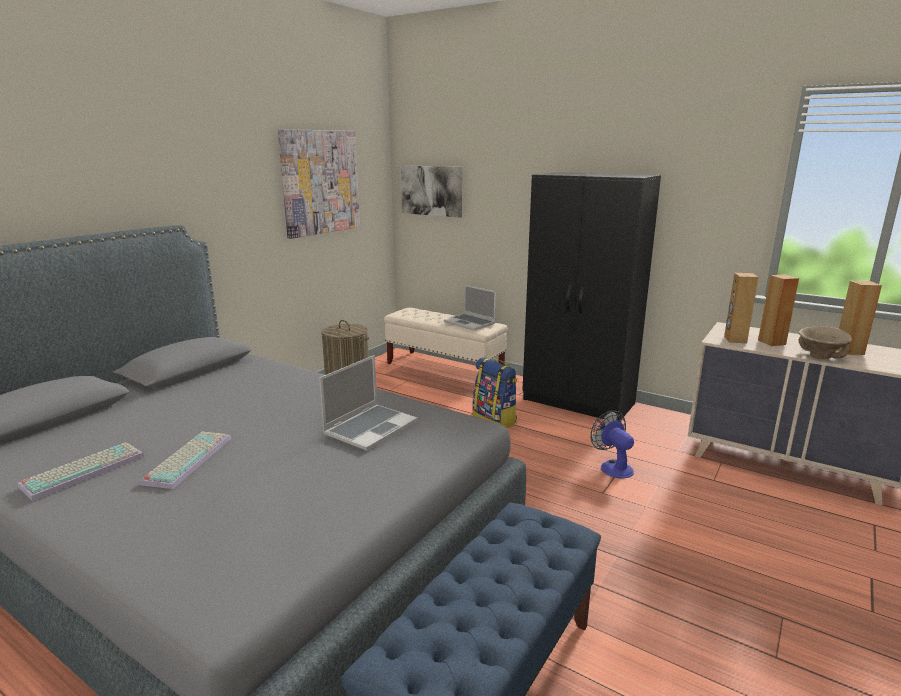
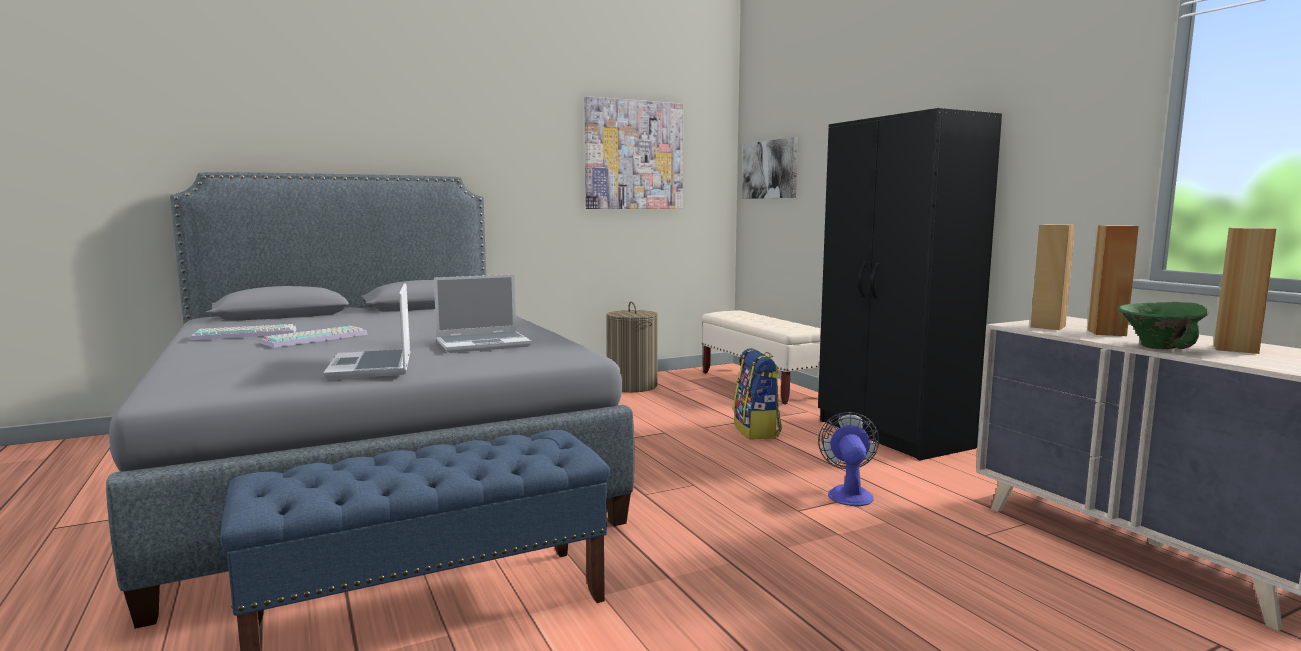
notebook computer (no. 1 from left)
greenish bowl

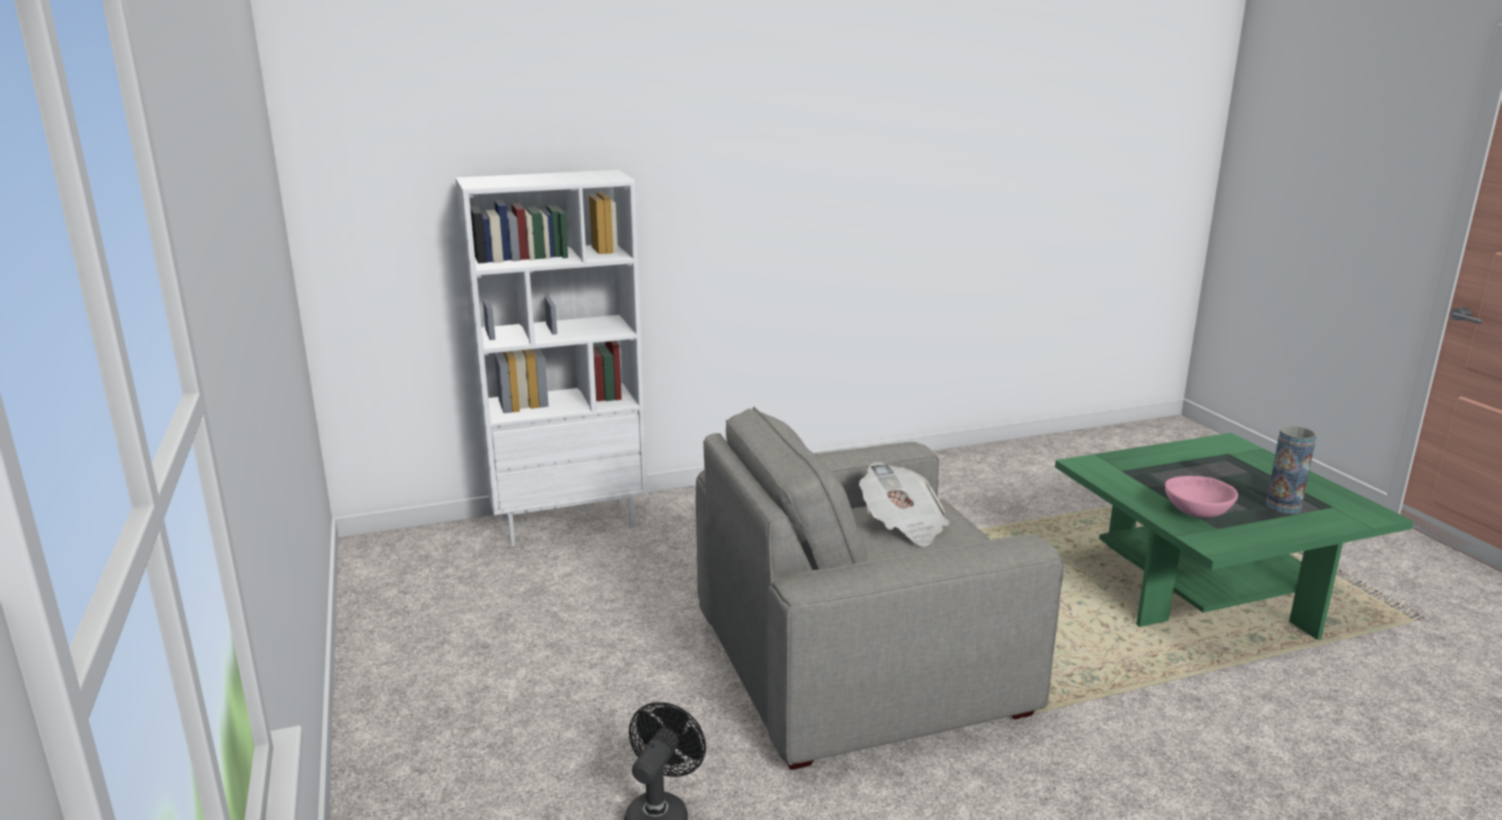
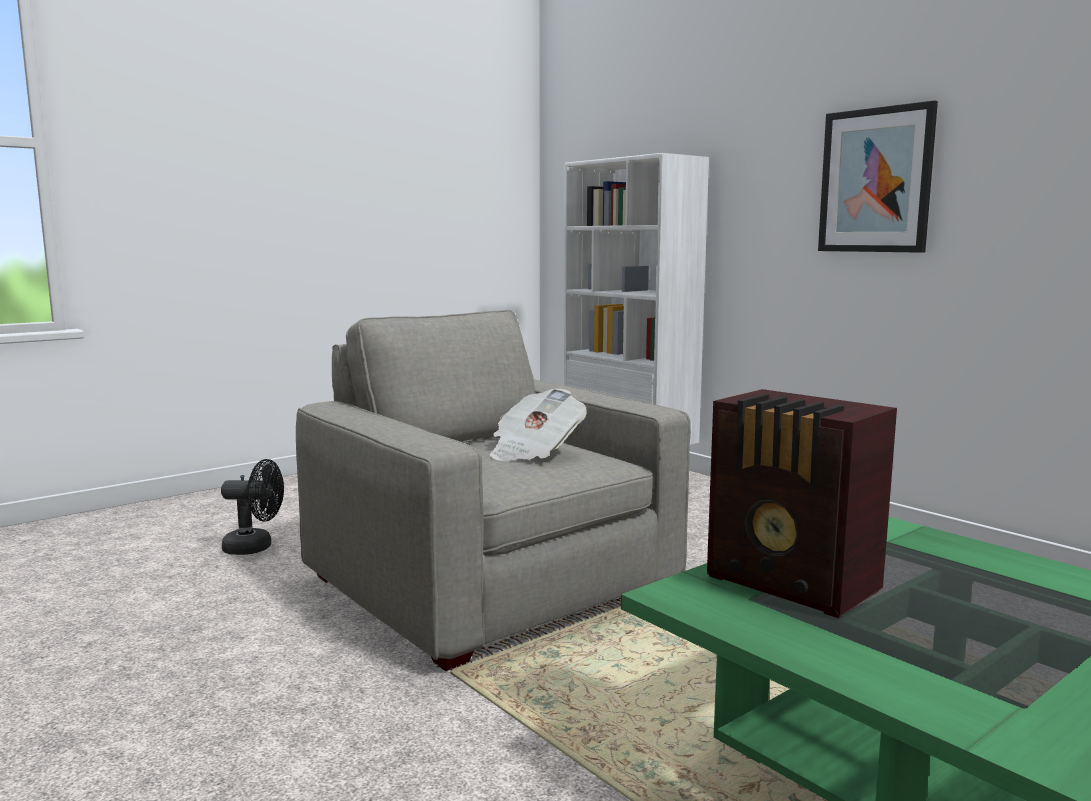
flower vase
wall art
radio set

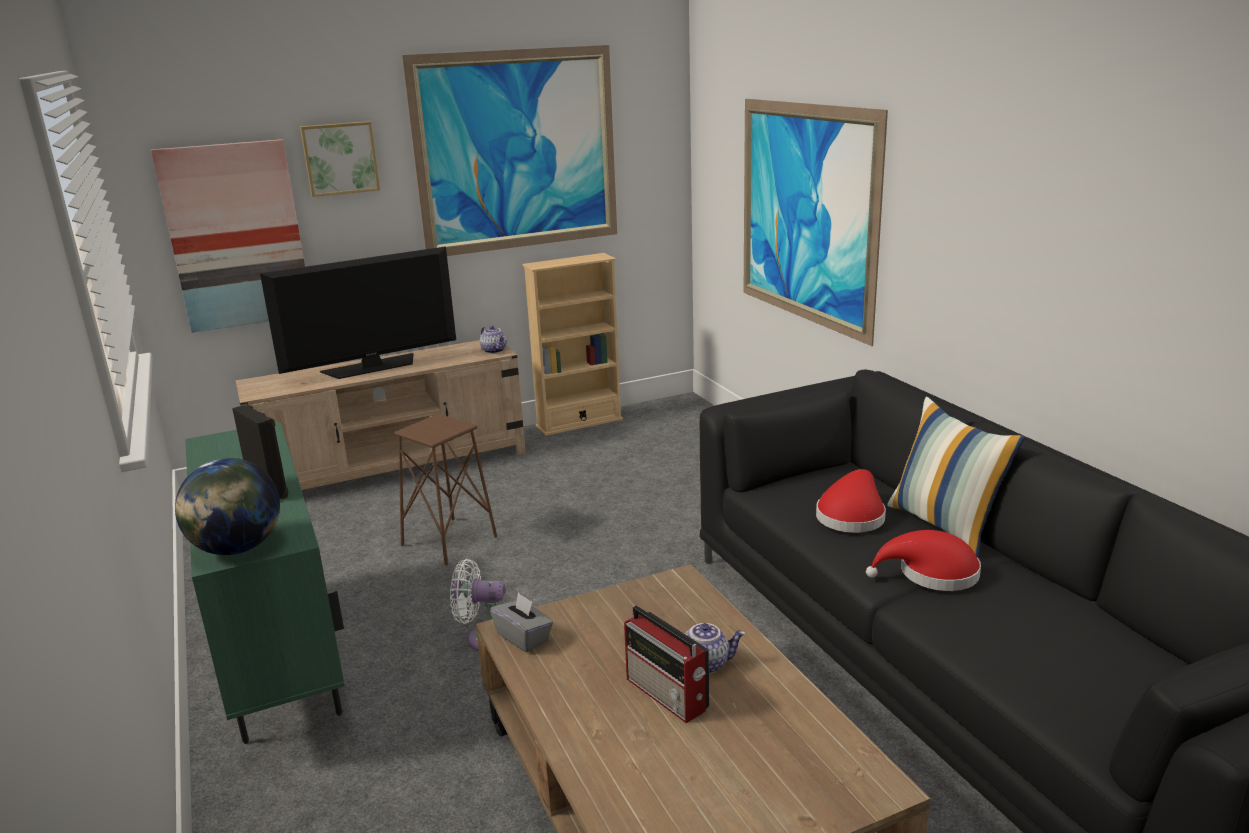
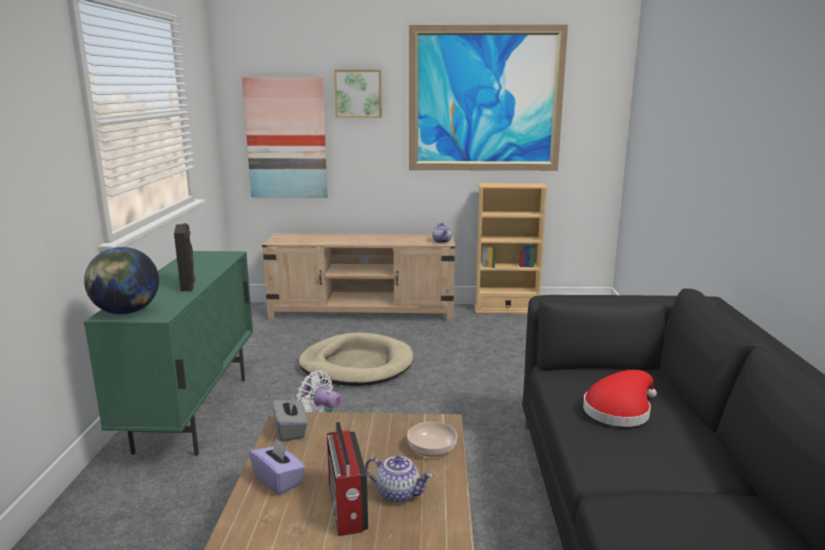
TV set
wall art (no. 4 from left in the first image)
red-coloured hat (no. 2 from left in the first image)
cushion
purple box of tissues
bowl
beige-coloured dog cushion

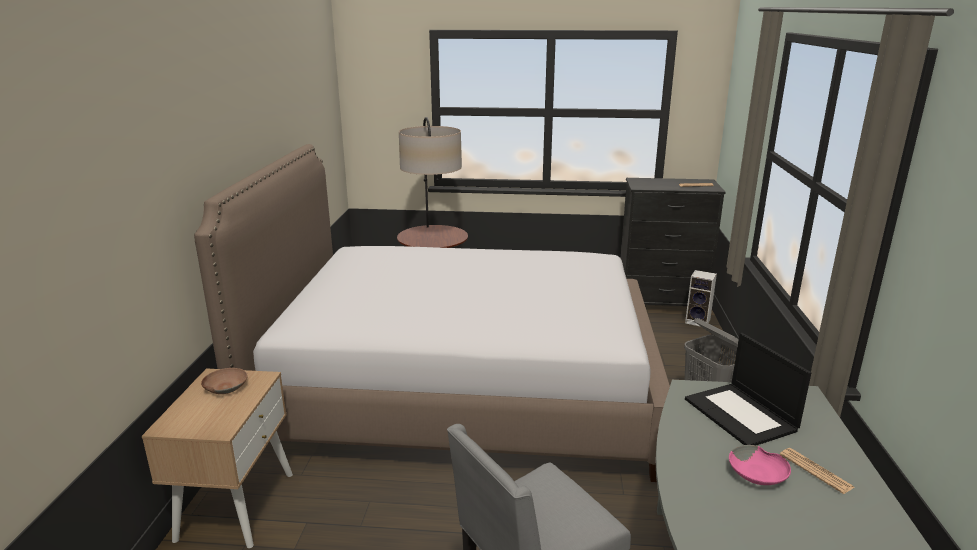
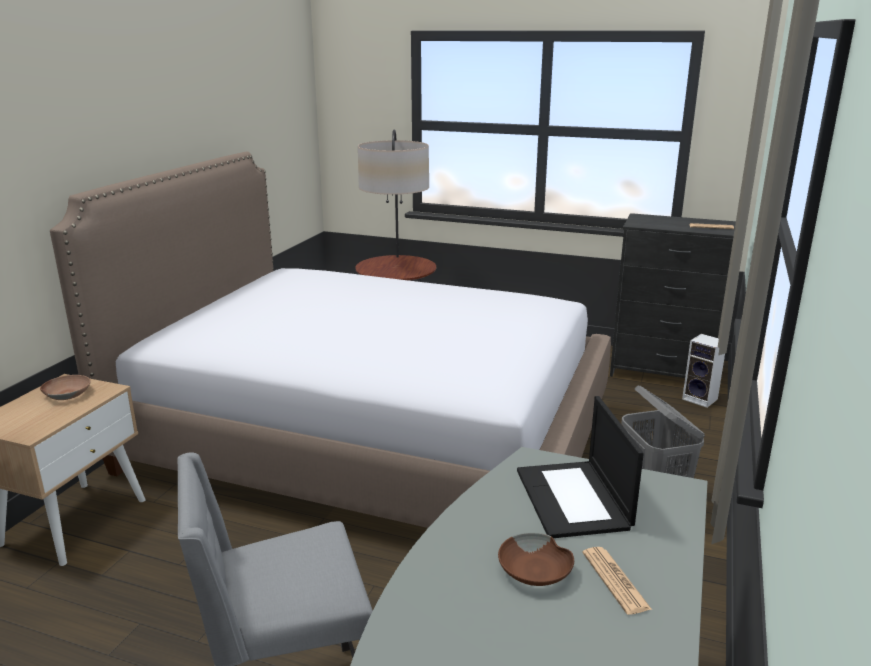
brownish bowl (no. 2 from left)

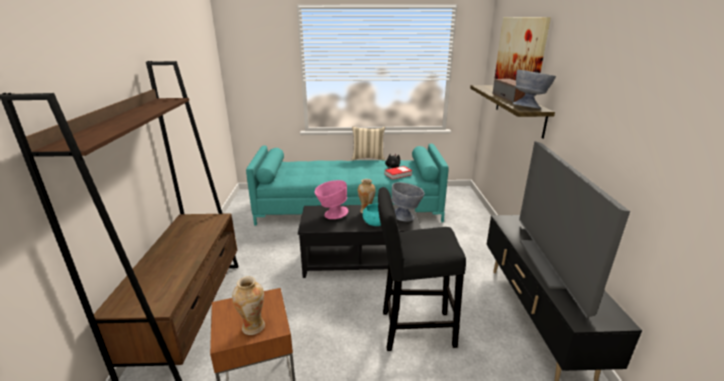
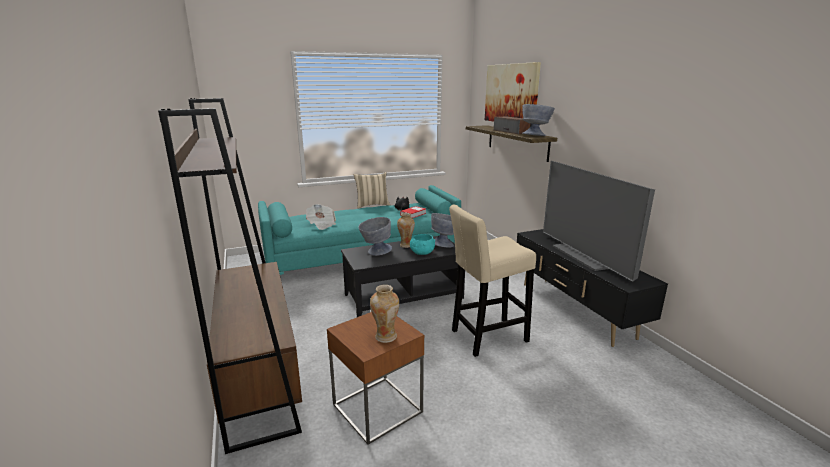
daily paper
greyish bowl (no. 1 from left)
beige-coloured sitting stool

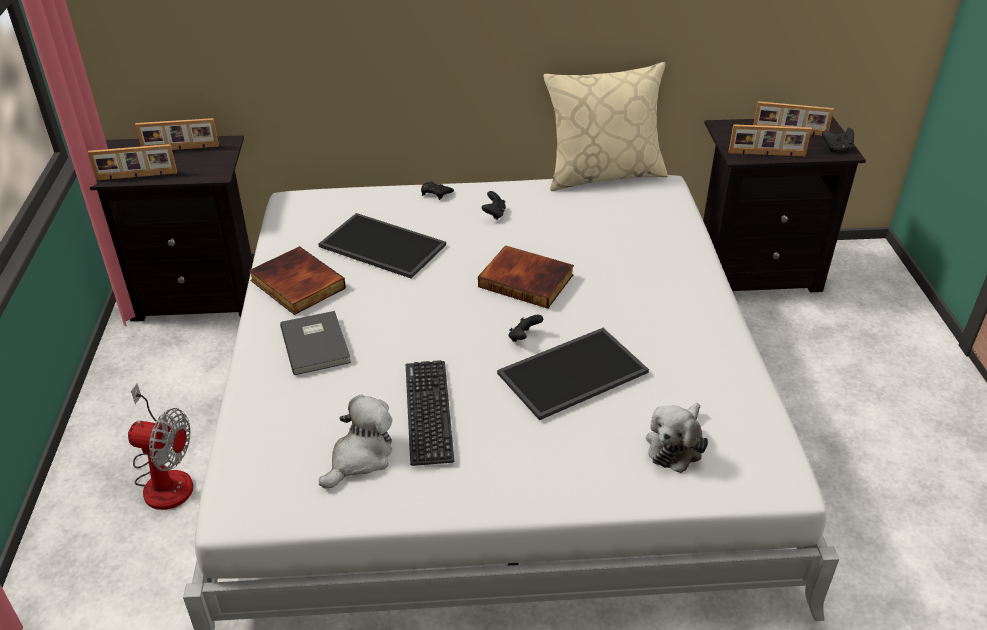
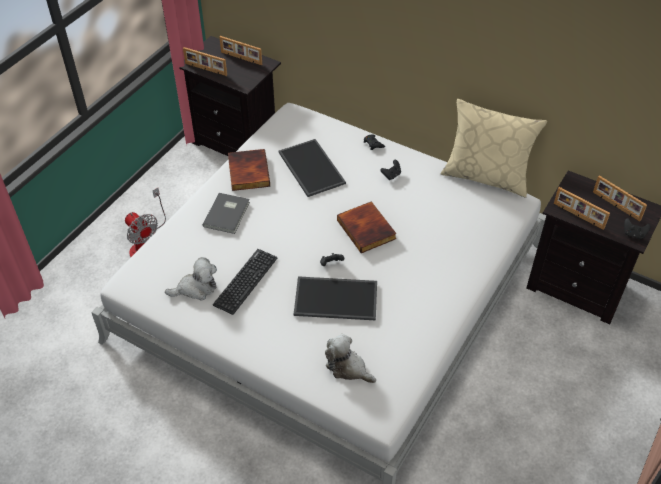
plush toy (no. 2 from left)

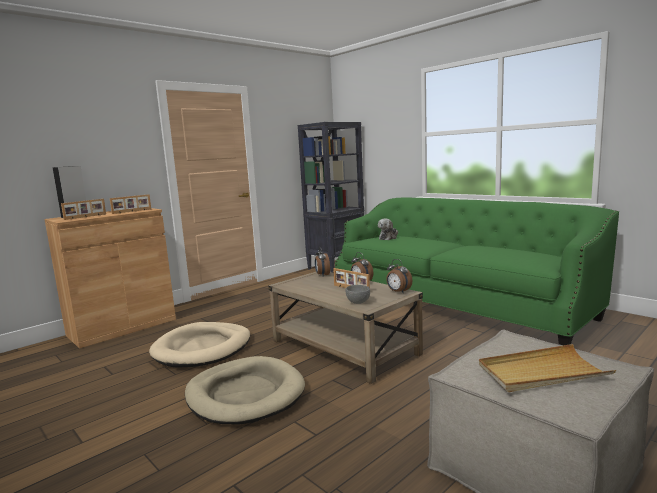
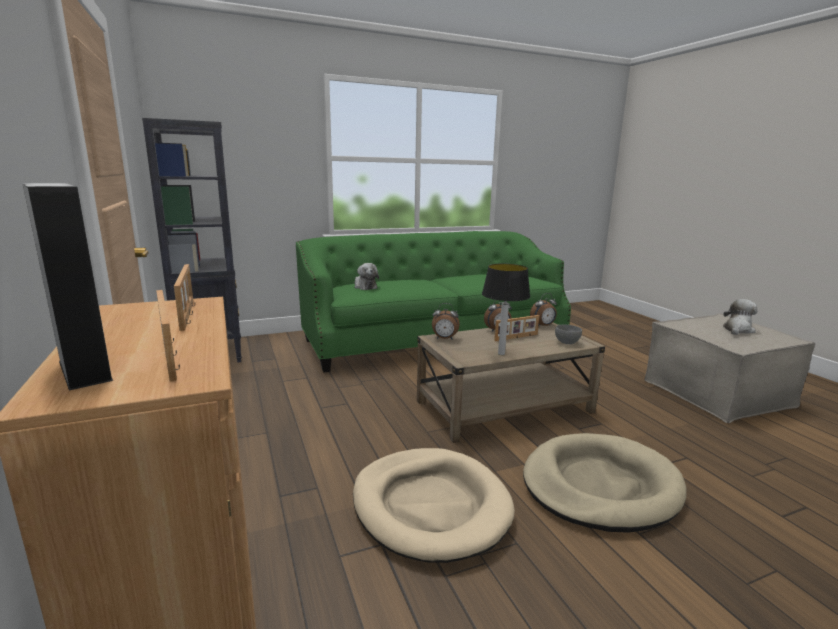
tabletop lamp
plush toy (no. 2 from left)

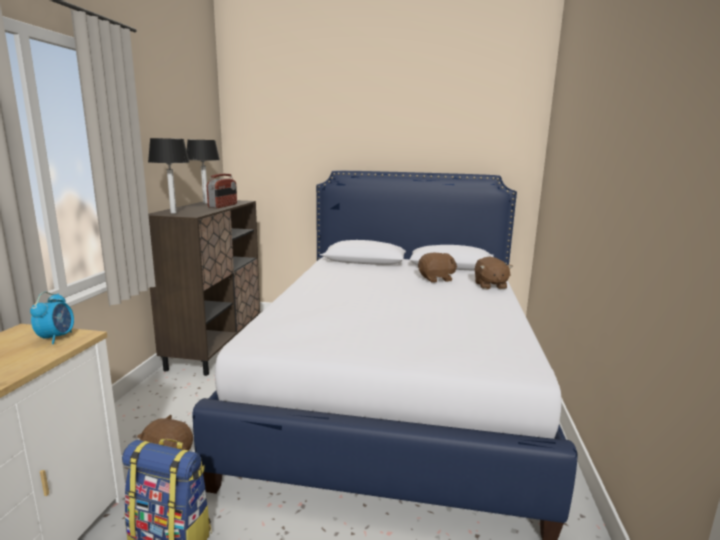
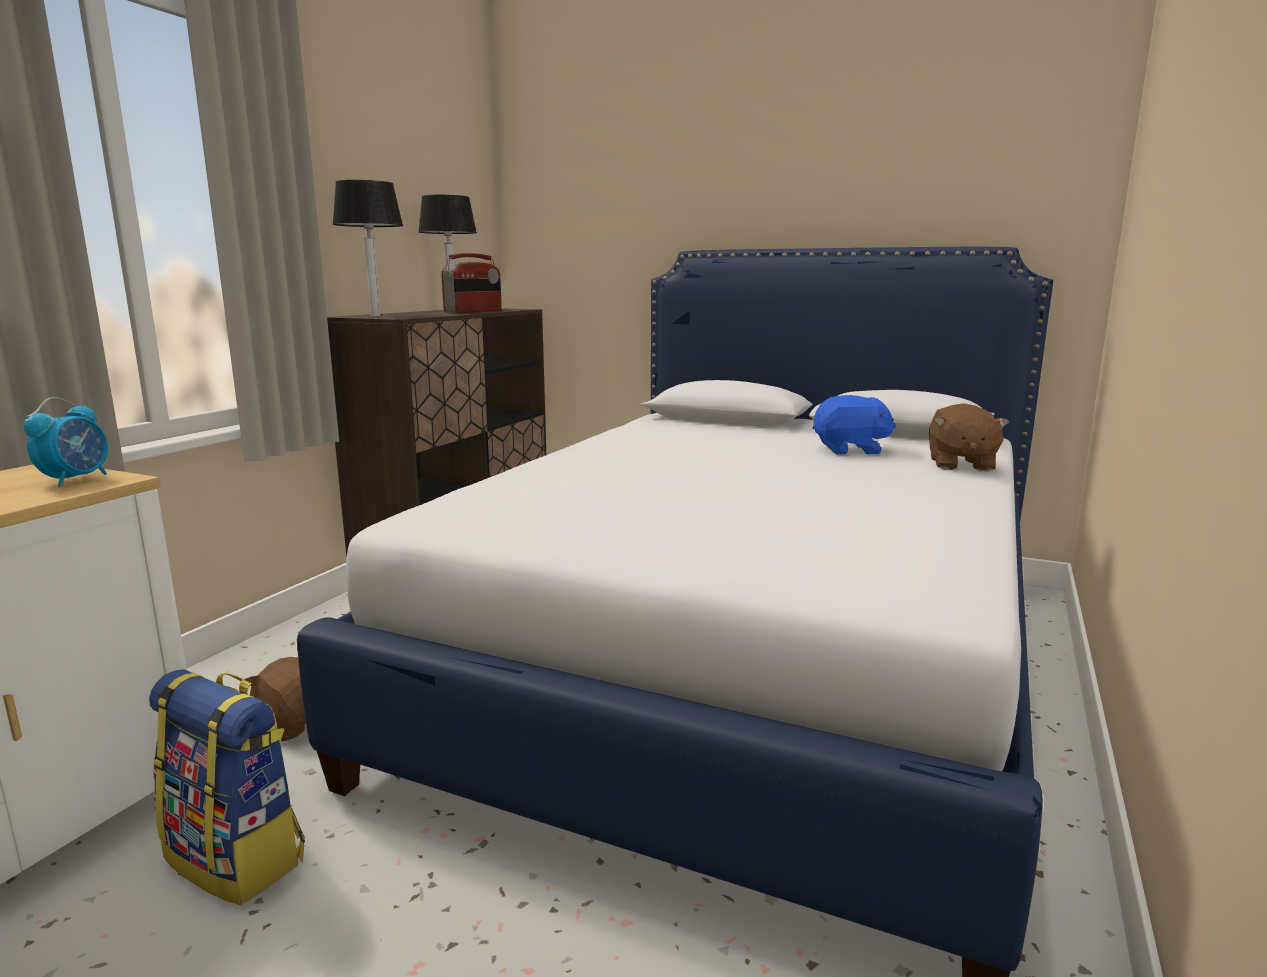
blue plush toy

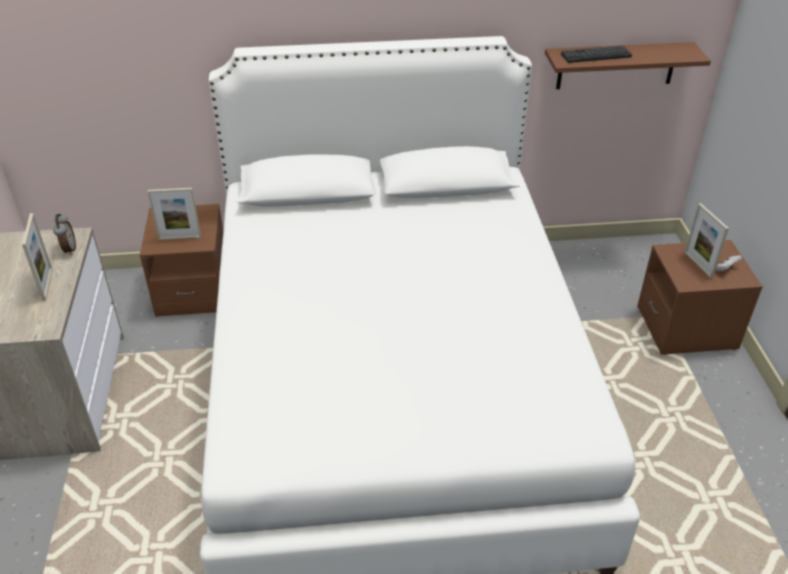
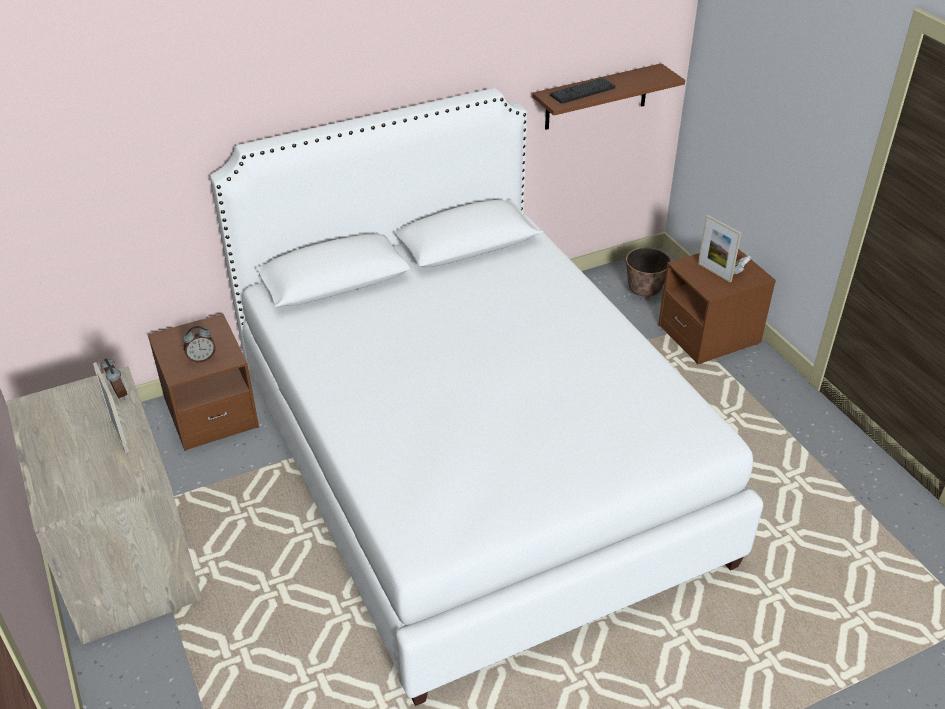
plant pot
bedside clock (no. 2 from left)

